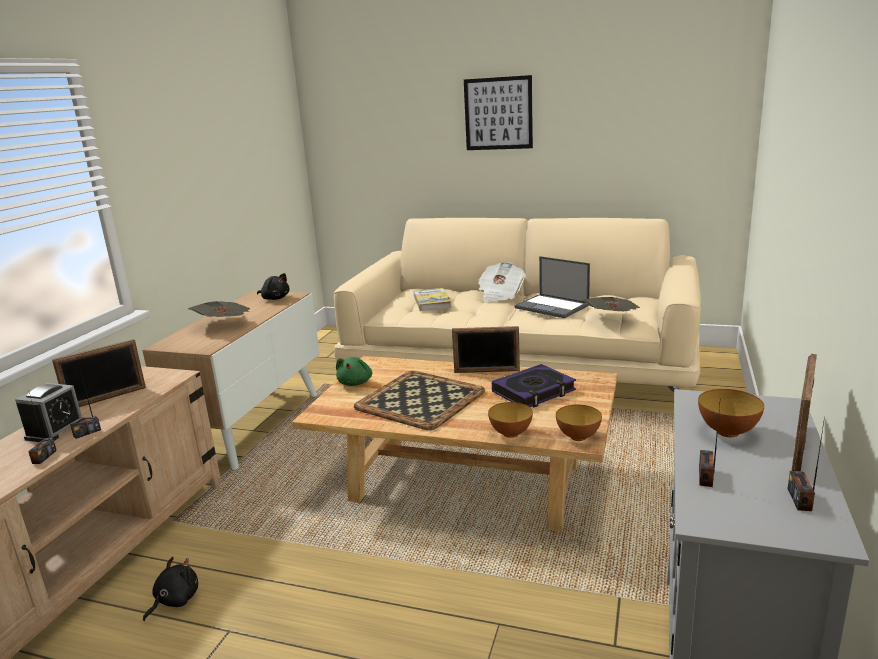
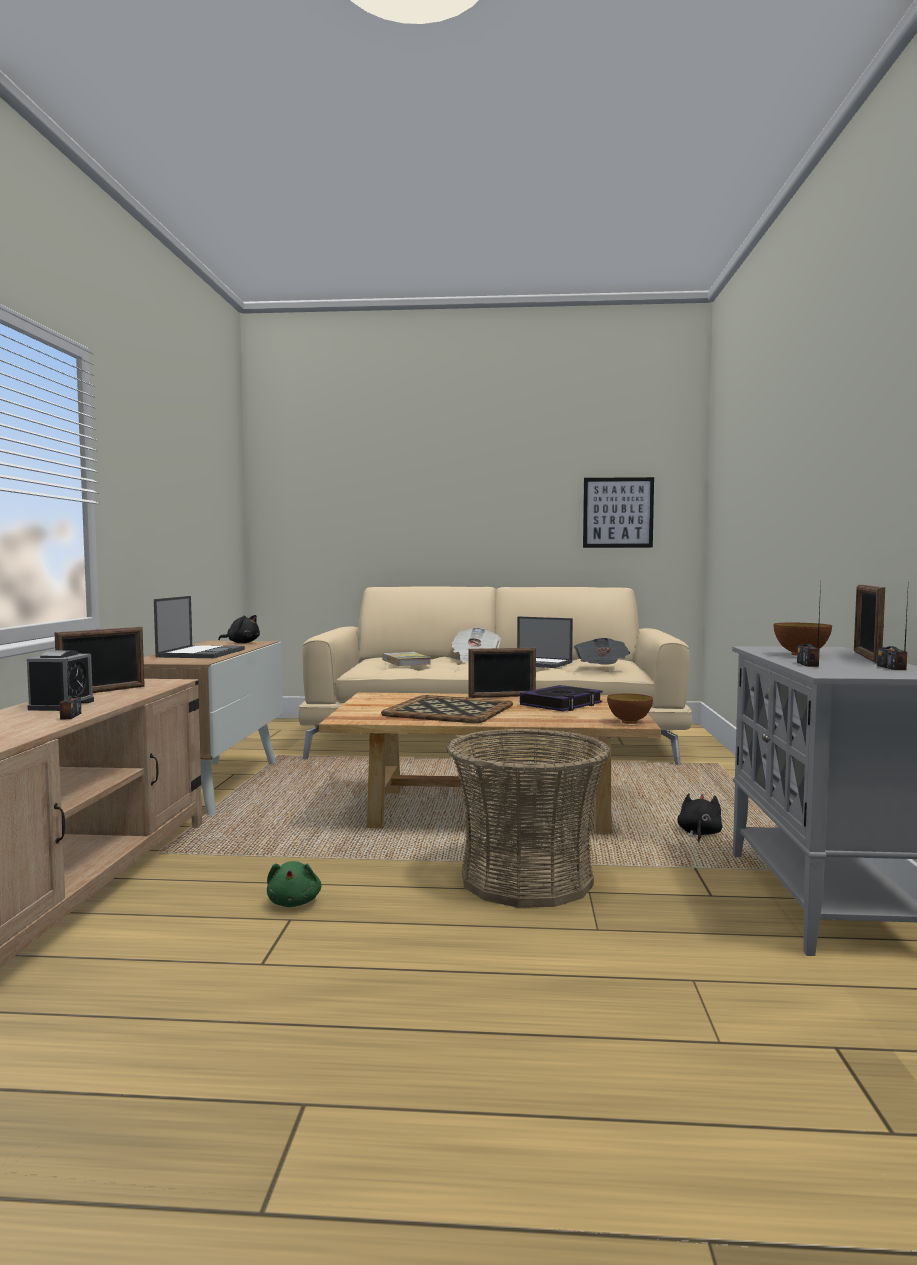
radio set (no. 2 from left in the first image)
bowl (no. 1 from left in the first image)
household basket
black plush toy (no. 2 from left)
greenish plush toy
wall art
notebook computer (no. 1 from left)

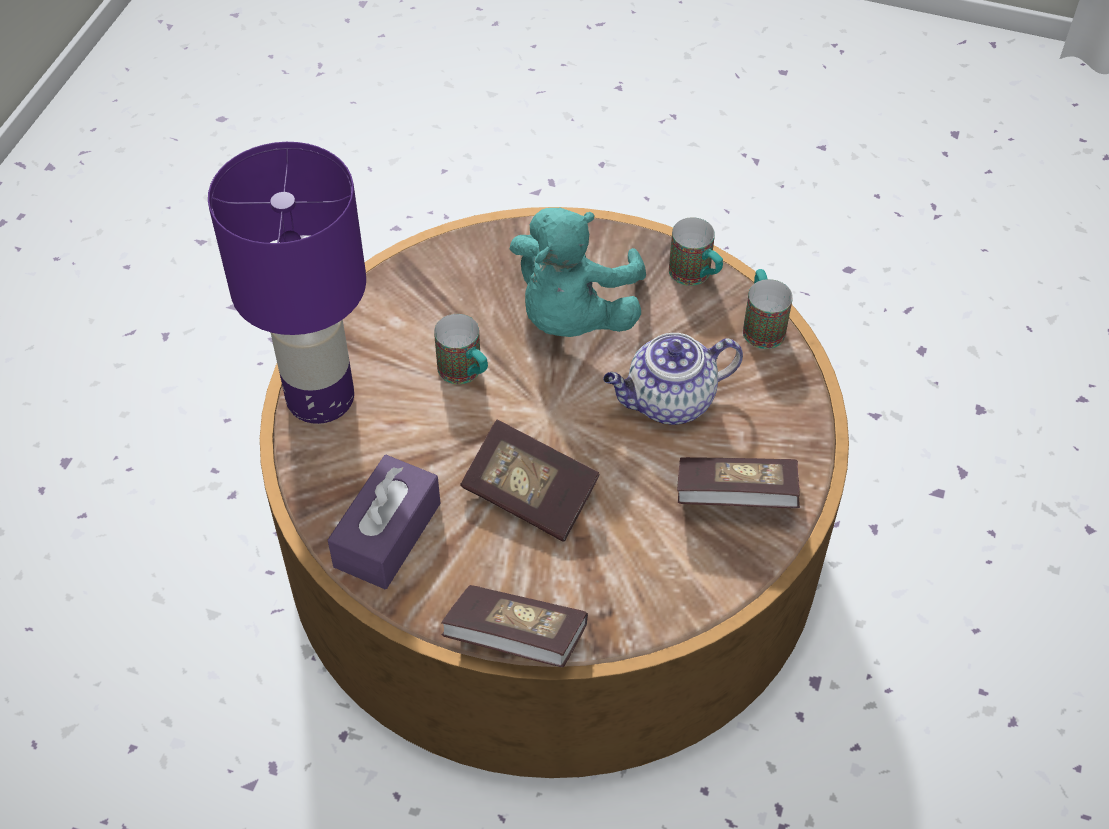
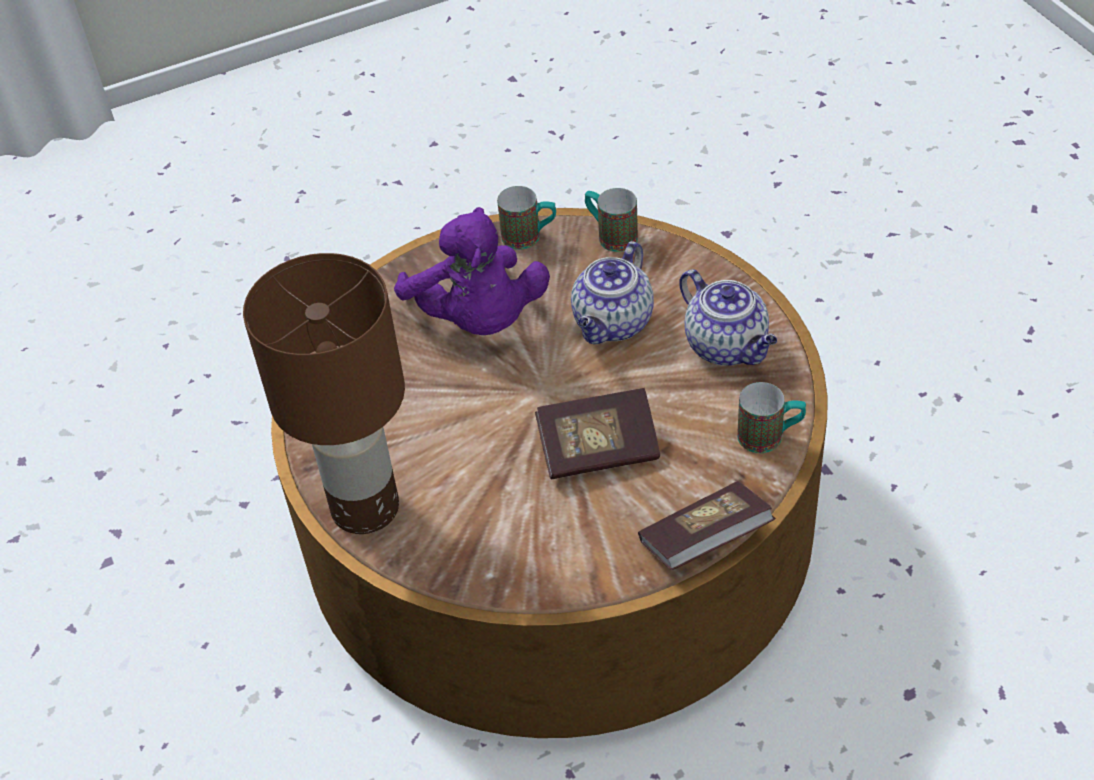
purple box of tissues
mug (no. 3 from left)
teapot (no. 2 from left)
brownish tabletop lamp
purple plush toy

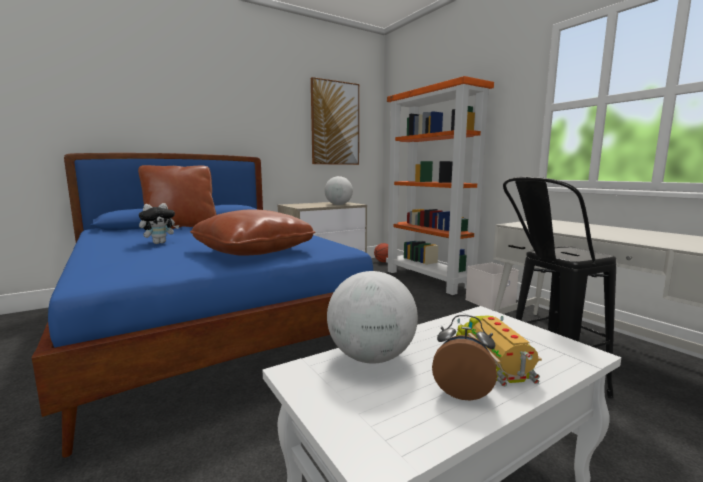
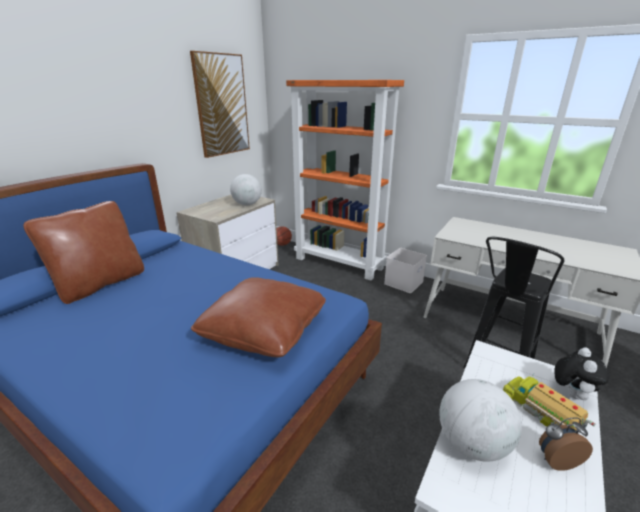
plush toy

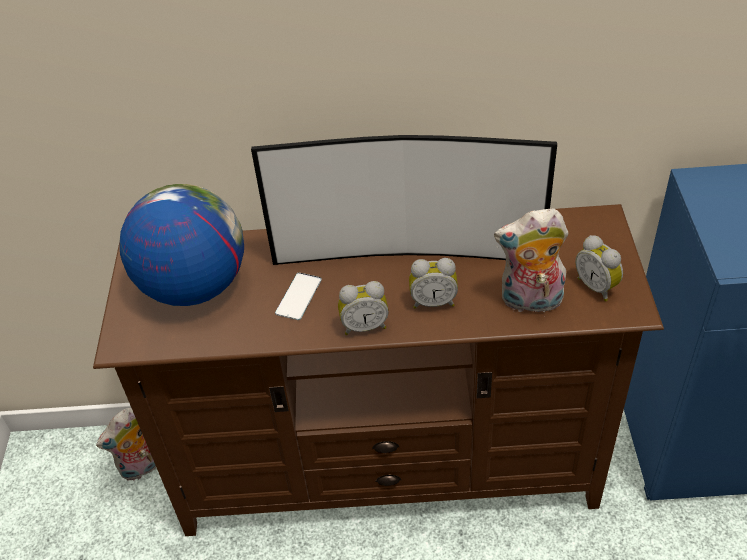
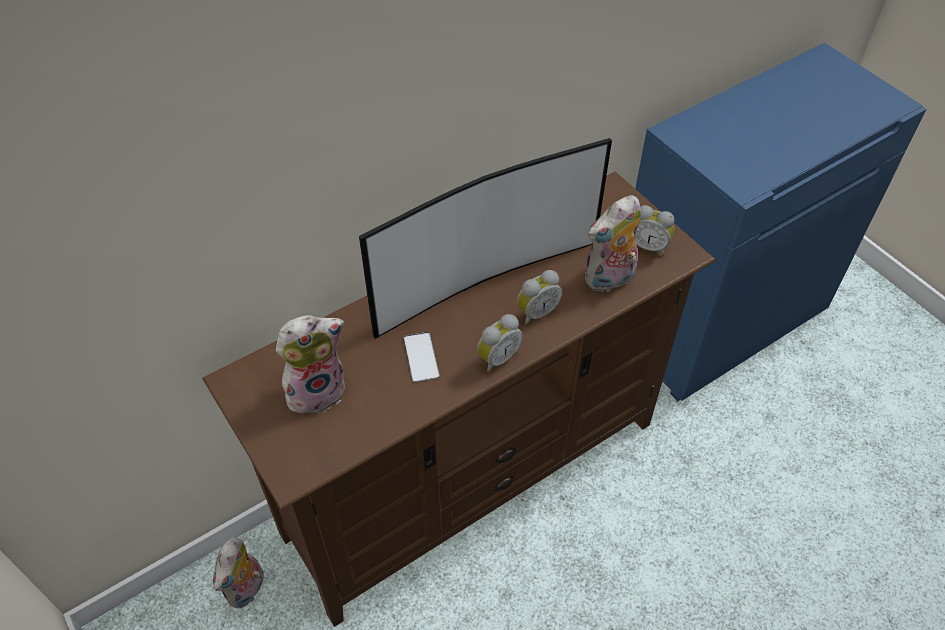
plush toy (no. 2 from left)

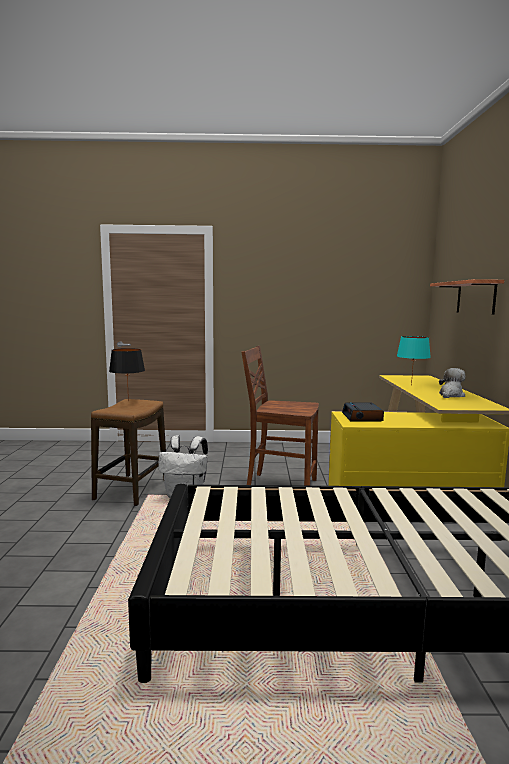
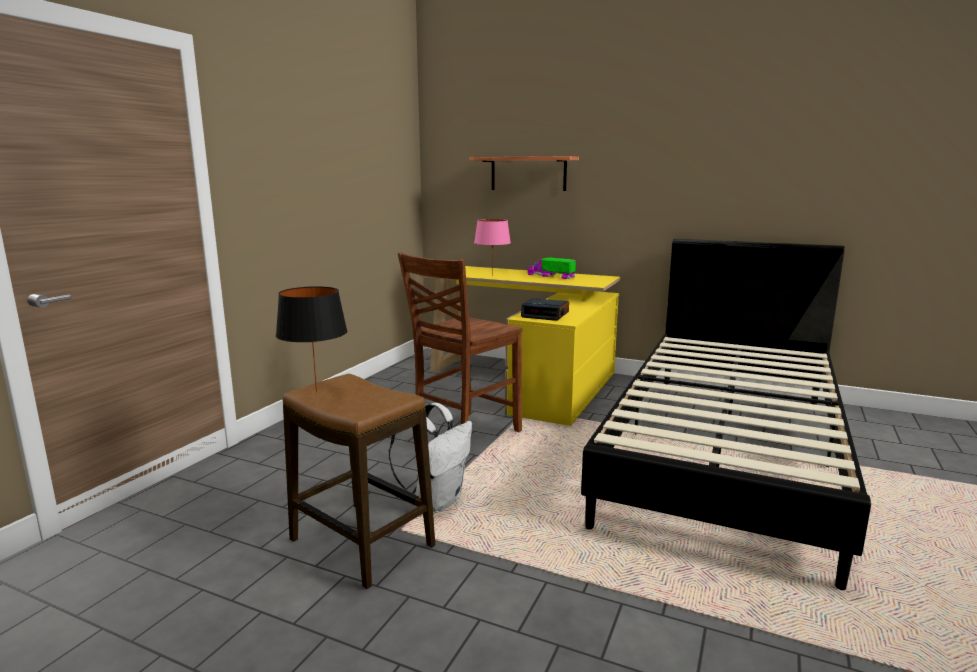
model truck
pinkish tabletop lamp

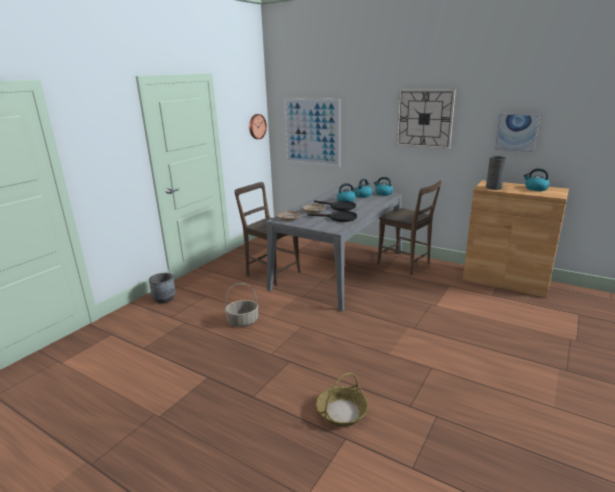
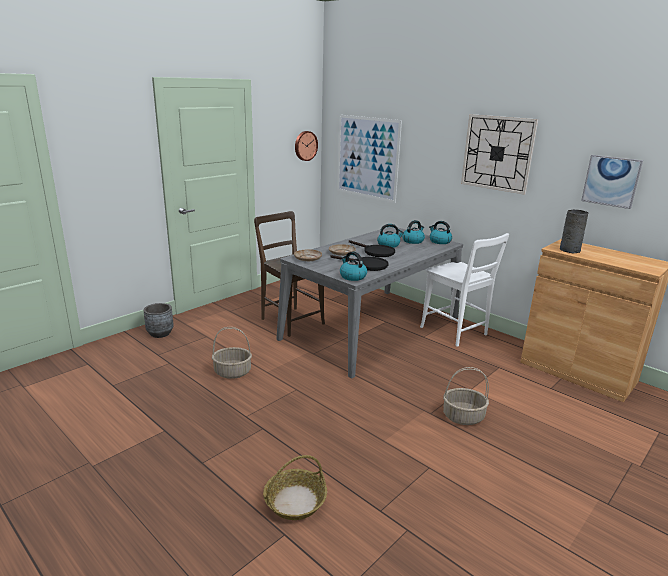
household basket (no. 3 from left)
water kettle (no. 1 from left)
white plain chair

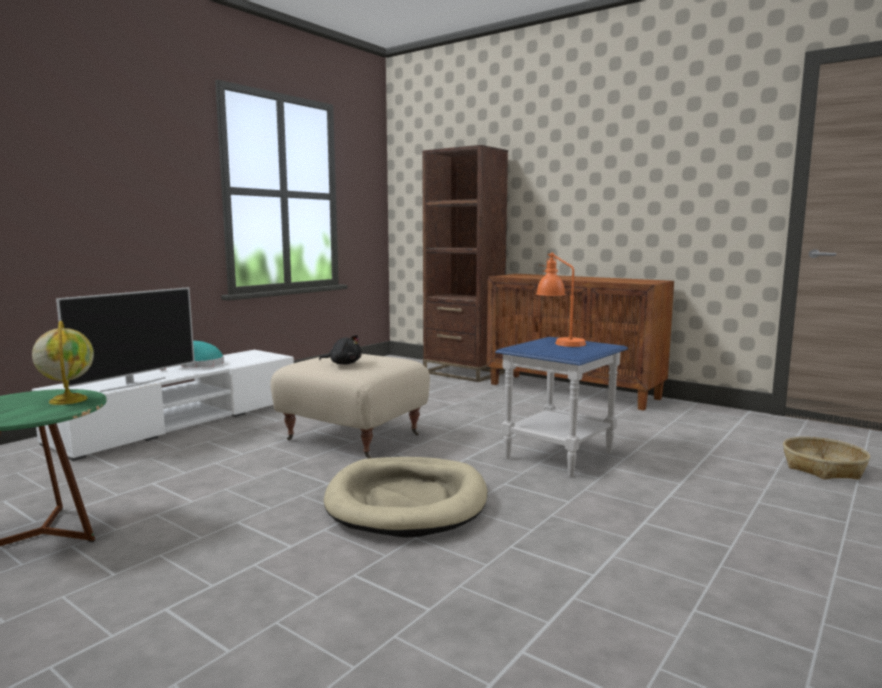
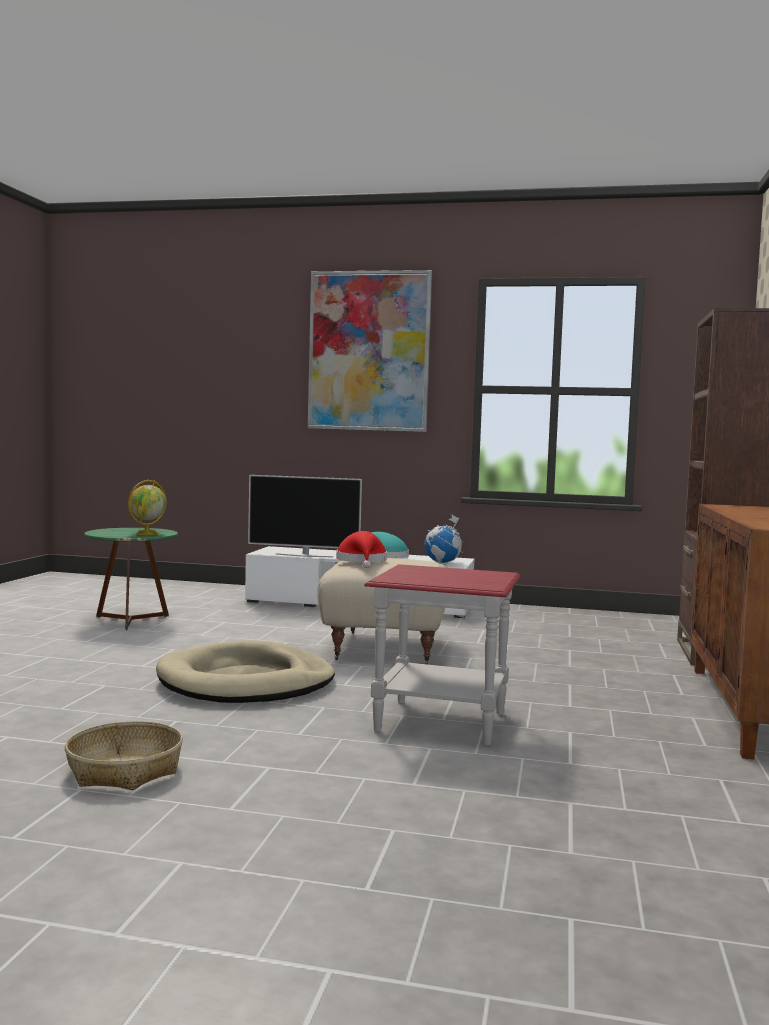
orange tabletop lamp
wall art
desk globe (no. 2 from left)
household basket
red-coloured hat
red-coloured side table

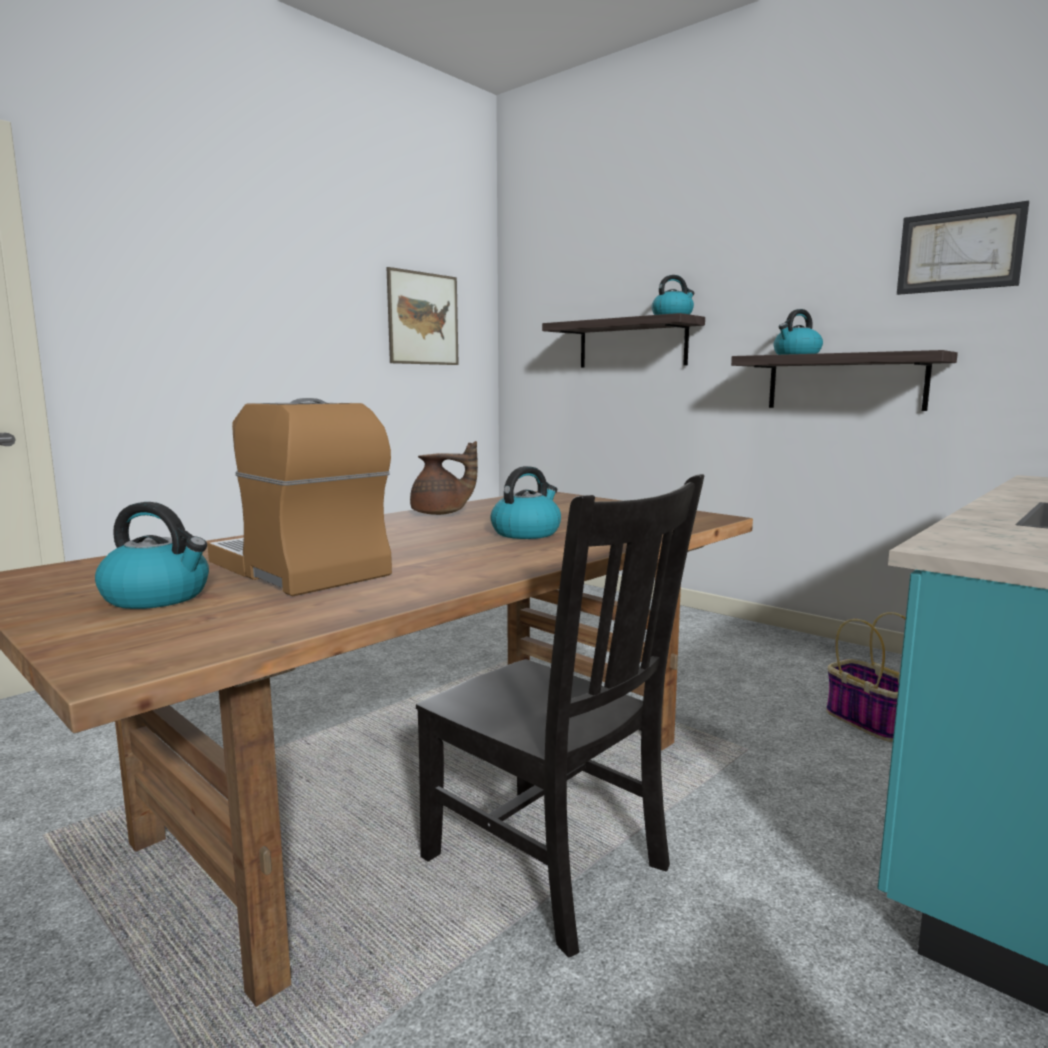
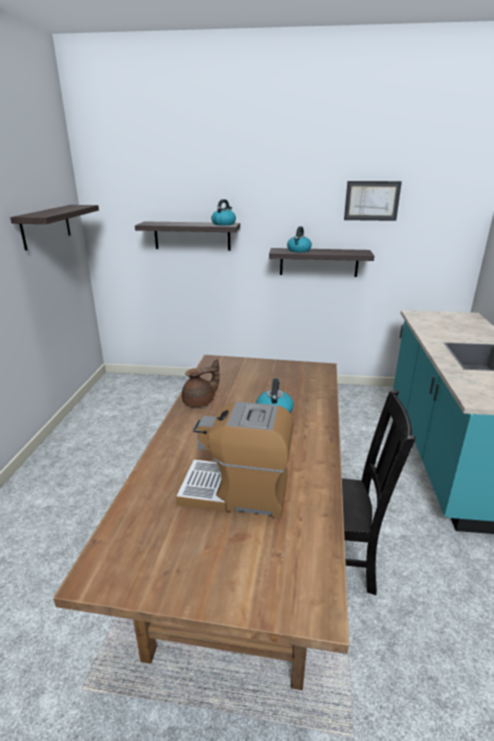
water kettle (no. 1 from left in the first image)
household basket
bracket shelf (no. 1 from left)

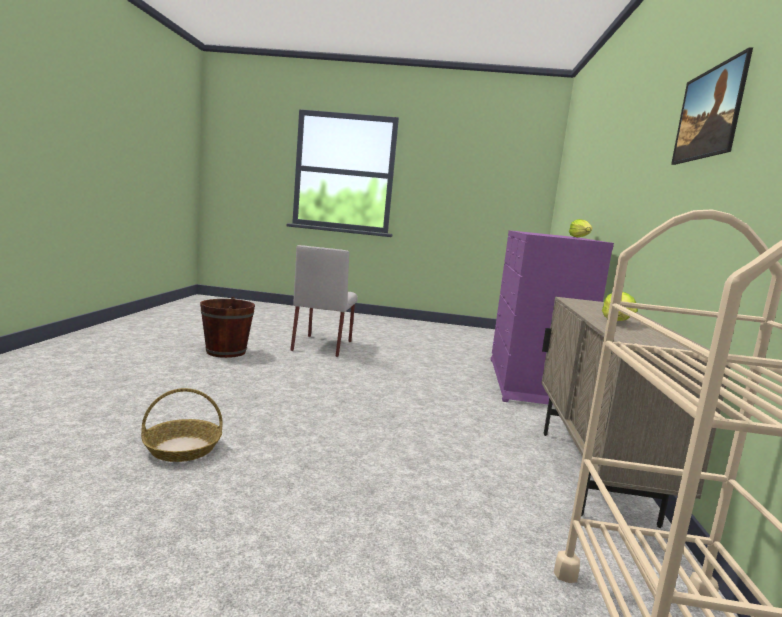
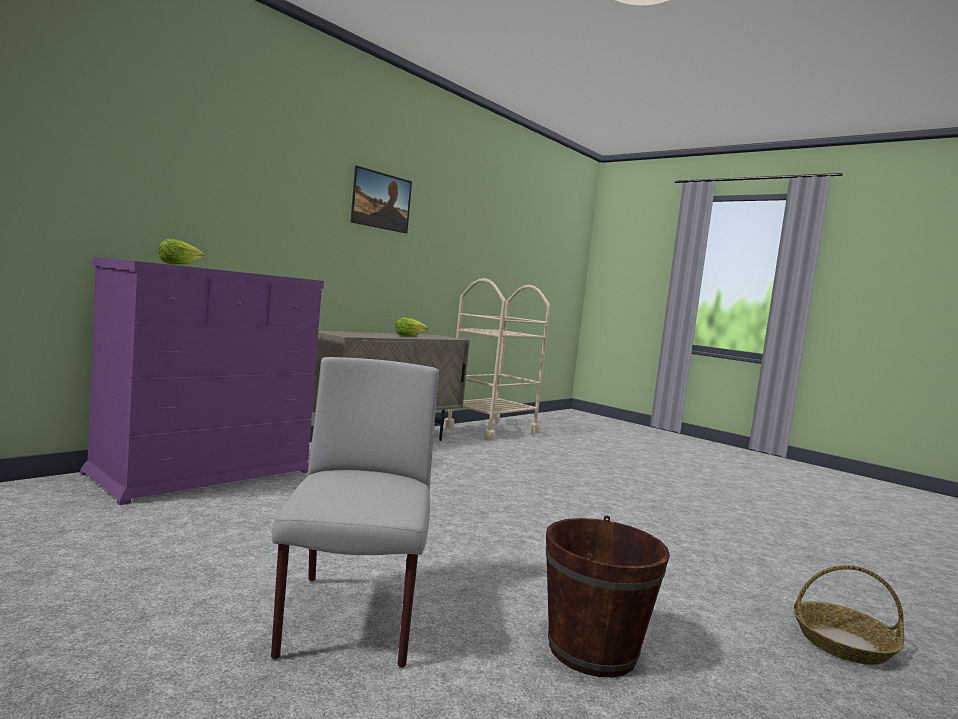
household basket
greyish plain chair

